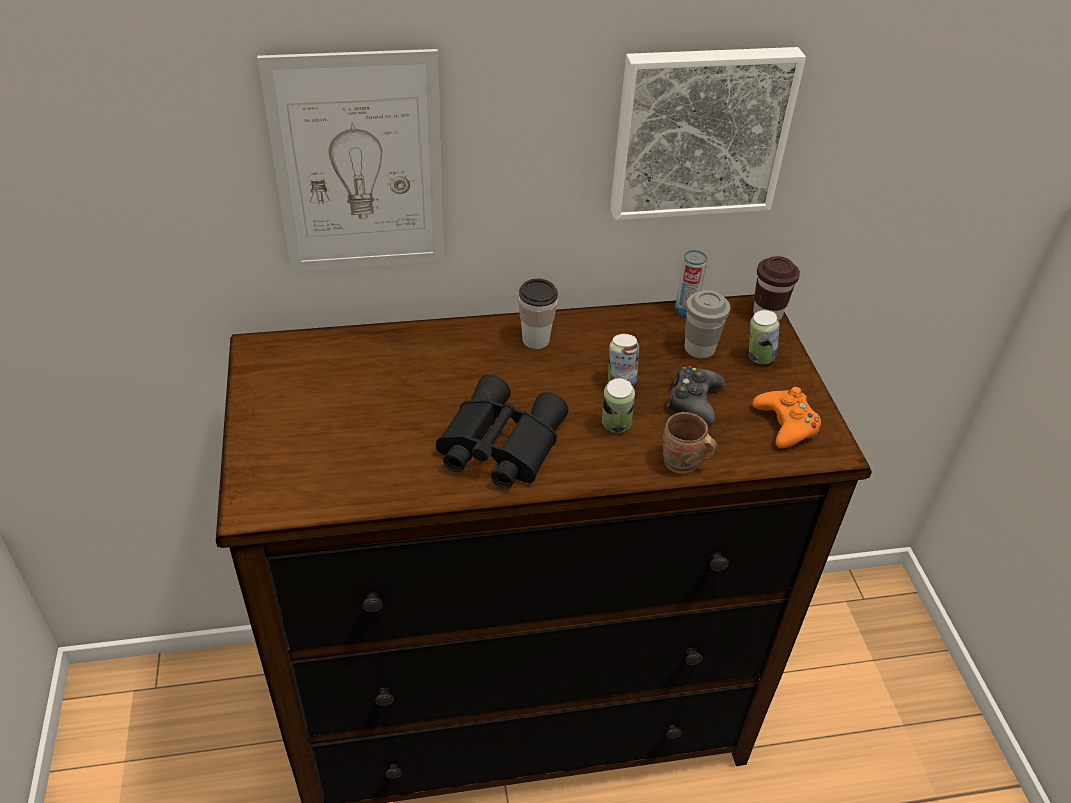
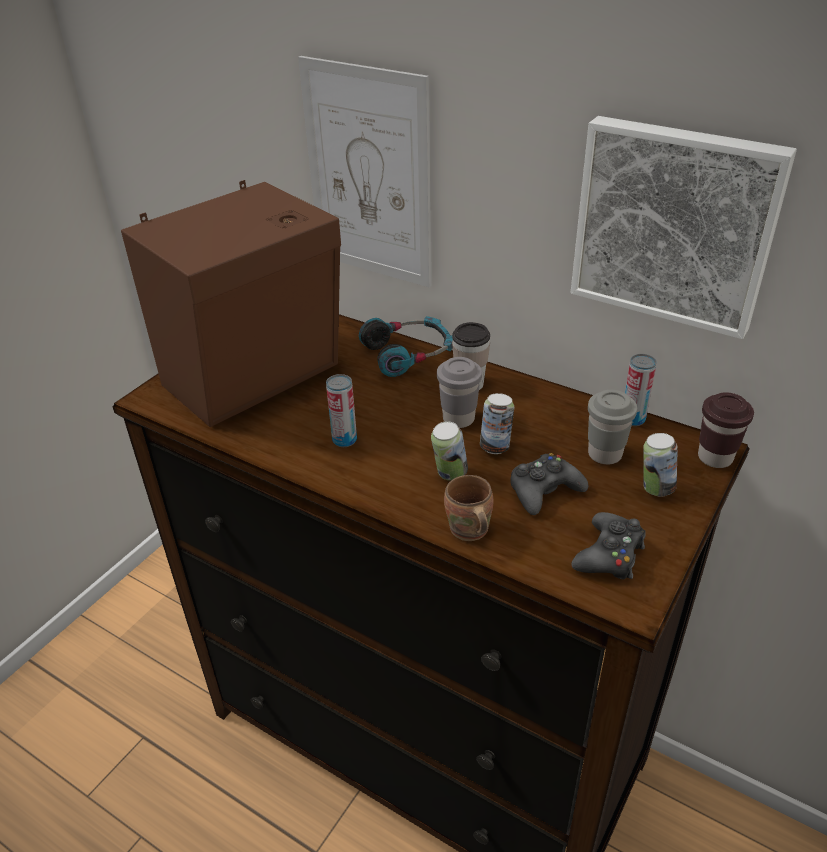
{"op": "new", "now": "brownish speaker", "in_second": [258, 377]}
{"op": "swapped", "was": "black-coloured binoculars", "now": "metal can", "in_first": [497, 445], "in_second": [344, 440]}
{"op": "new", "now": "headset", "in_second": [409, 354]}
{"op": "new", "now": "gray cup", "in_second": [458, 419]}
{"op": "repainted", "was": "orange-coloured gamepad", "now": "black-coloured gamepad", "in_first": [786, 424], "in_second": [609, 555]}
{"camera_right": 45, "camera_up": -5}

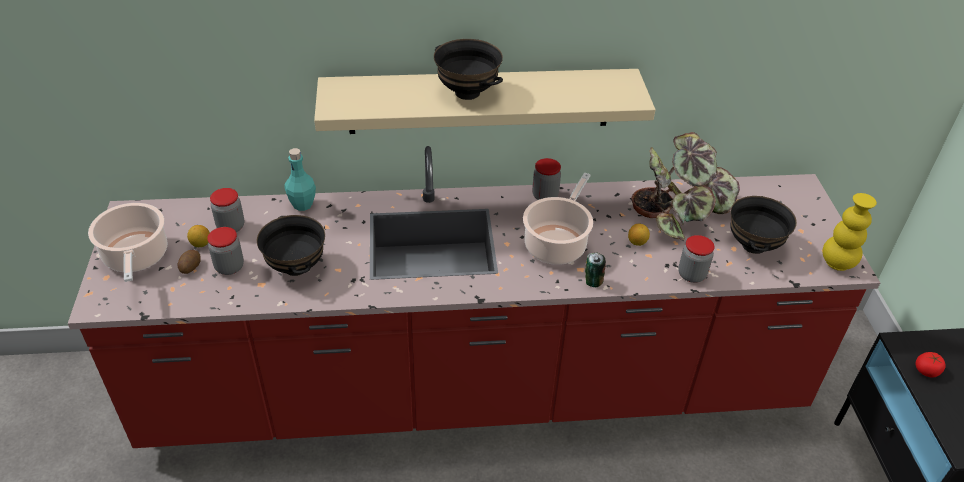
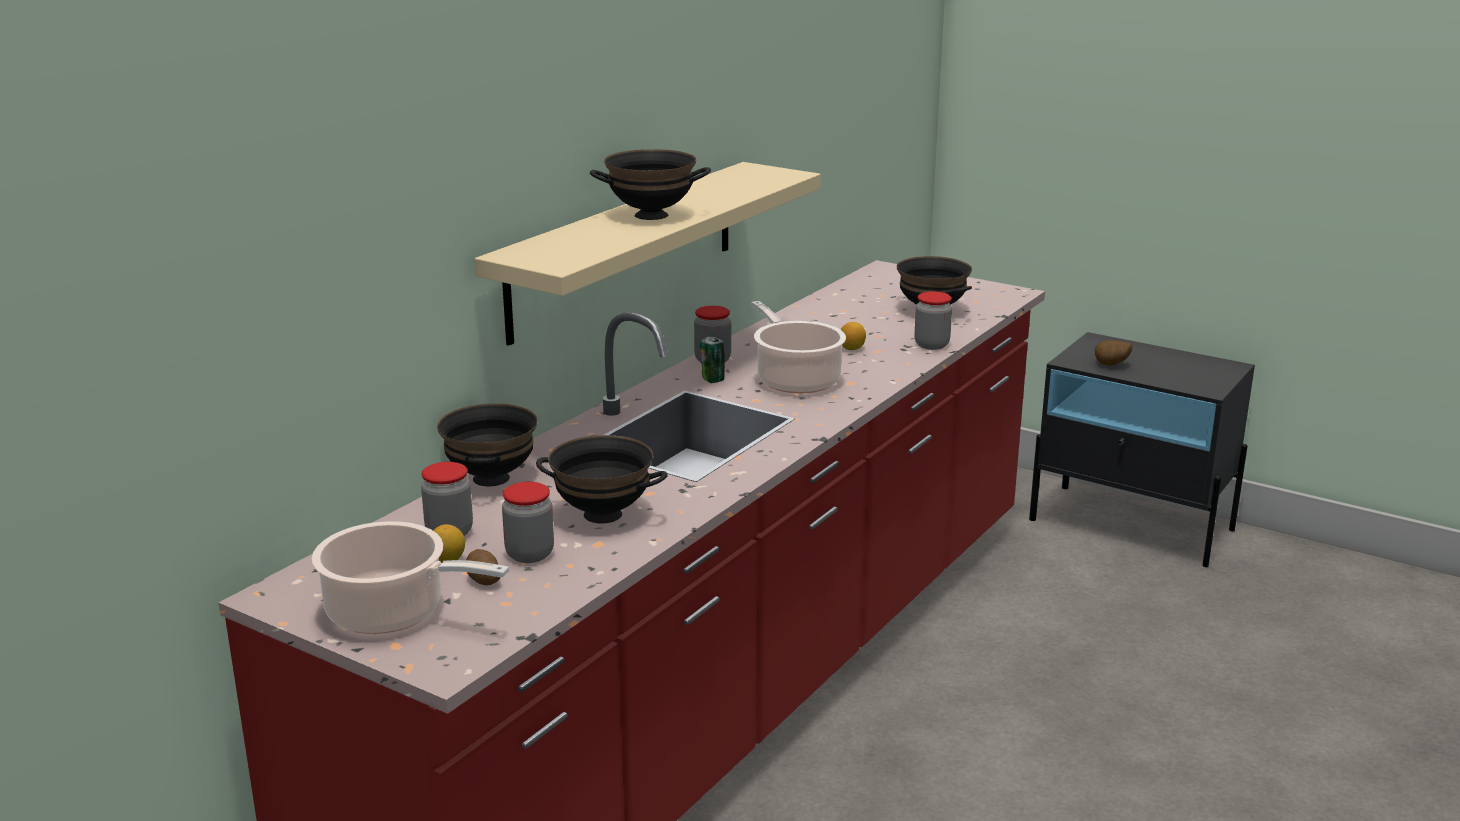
{"op": "swapped", "was": "turquoise-coloured bottle", "now": "black-coloured deep dish", "in_first": [302, 204], "in_second": [490, 478]}
{"op": "shifted", "was": "metal can", "in_first": [592, 281], "in_second": [712, 379]}
{"op": "swapped", "was": "fresh tomato", "now": "whole potato", "in_first": [926, 370], "in_second": [1111, 365]}
{"op": "gone", "was": "potted plant", "in_first": [679, 212]}
{"op": "gone", "was": "yellow decorative vase", "in_first": [837, 263]}
{"camera_right": -50, "camera_up": -20}

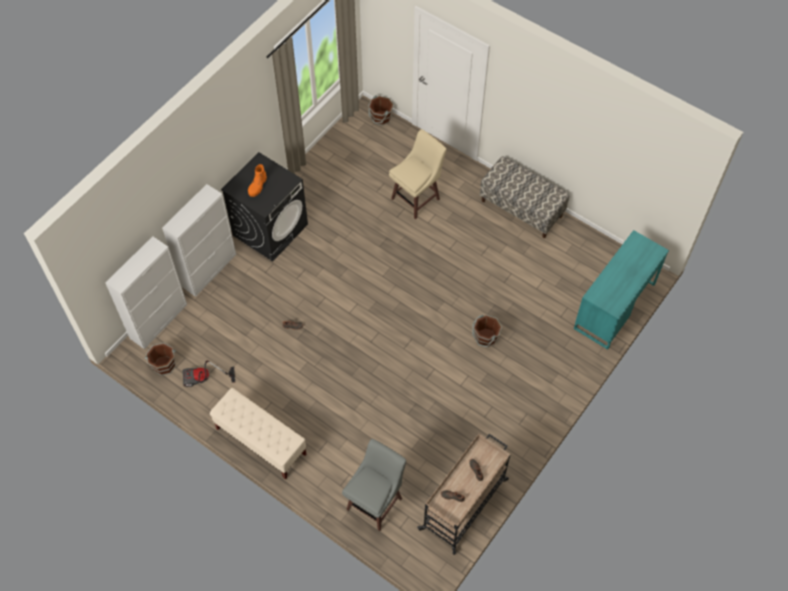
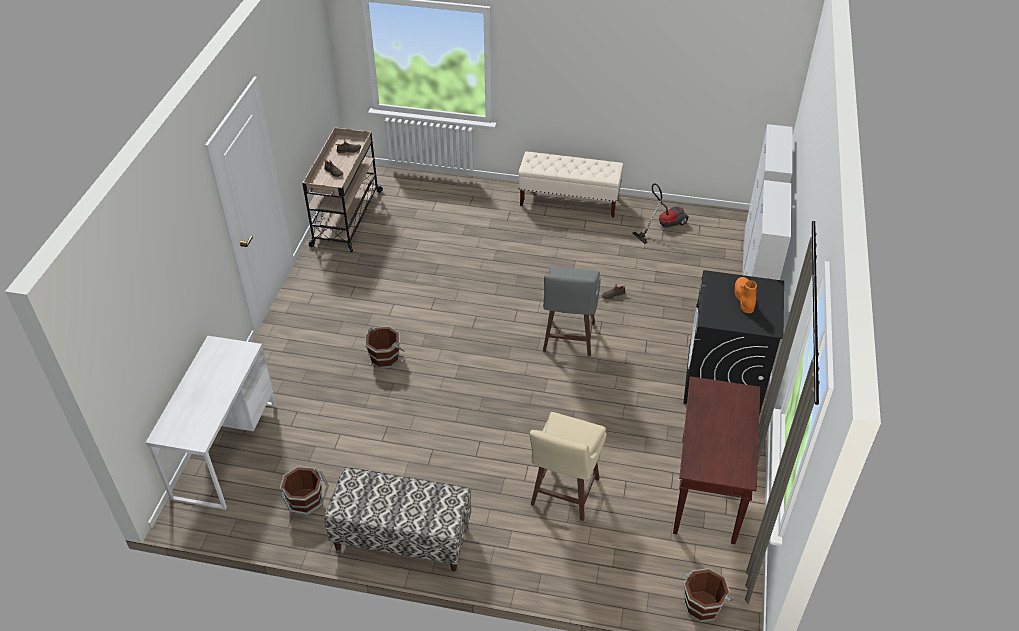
{"op": "repainted", "was": "turquoise-coloured desk", "now": "white desk", "in_first": [614, 306], "in_second": [226, 449]}
{"op": "shifted", "was": "brownish water bucket", "in_first": [164, 365], "in_second": [306, 502]}
{"op": "shifted", "was": "gray stool seat", "in_first": [375, 502], "in_second": [568, 338]}
{"op": "new", "now": "brownish console table", "in_second": [708, 491]}
{"camera_right": 155, "camera_up": -15}

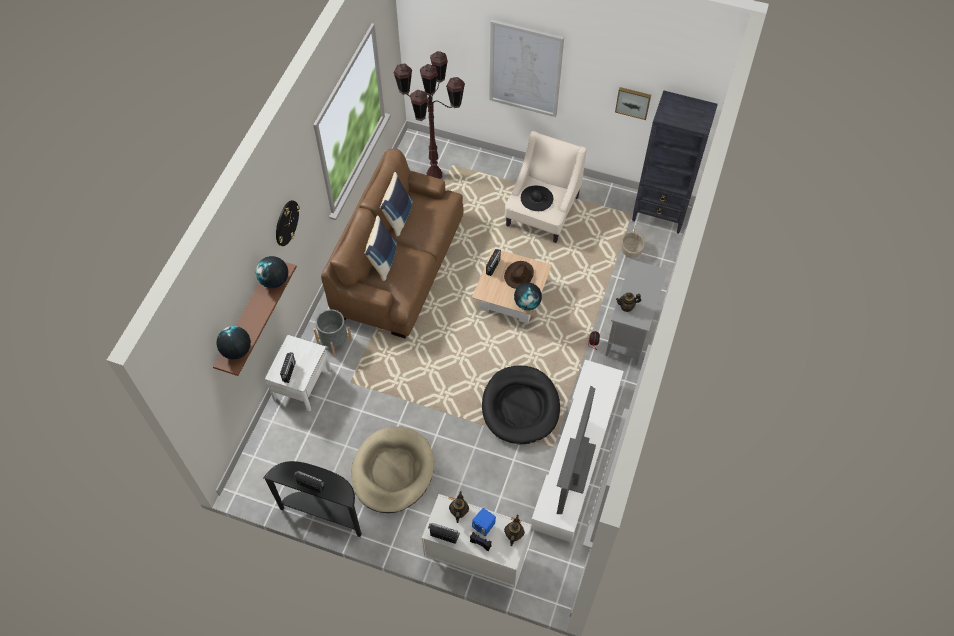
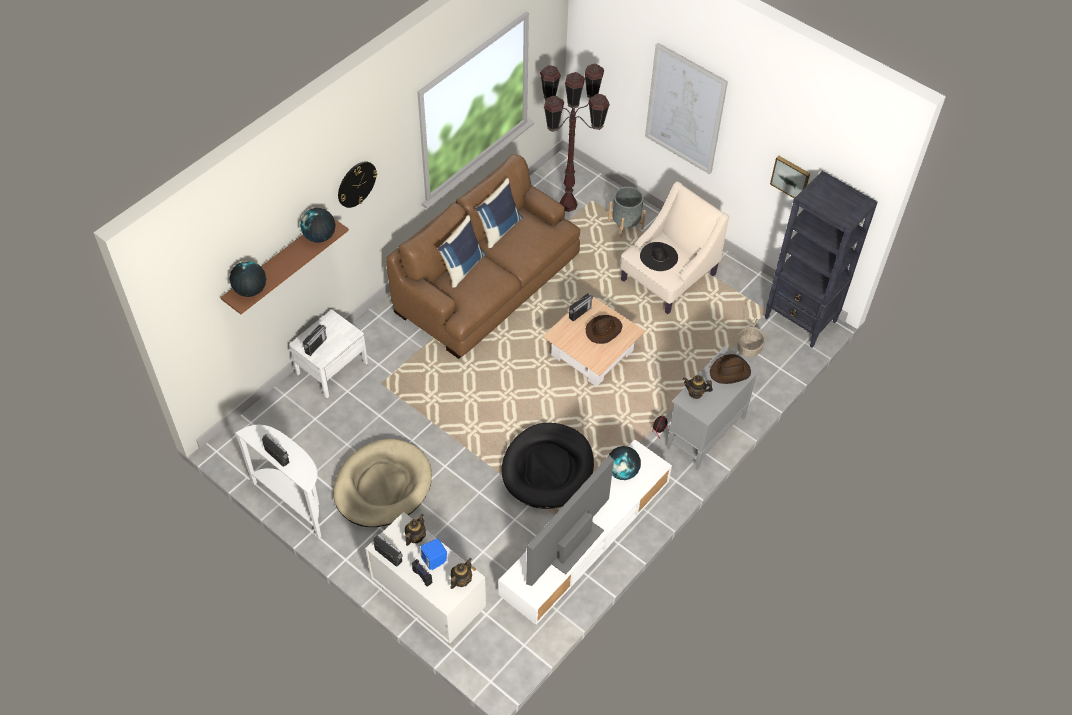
{"op": "repainted", "was": "black-coloured console table", "now": "white console table", "in_first": [324, 512], "in_second": [294, 502]}
{"op": "shifted", "was": "gray plant pot", "in_first": [334, 341], "in_second": [625, 224]}
{"op": "shifted", "was": "world globe", "in_first": [527, 303], "in_second": [622, 471]}
{"op": "new", "now": "brownish wearable hat", "in_second": [730, 371]}
{"camera_right": 20, "camera_up": -5}

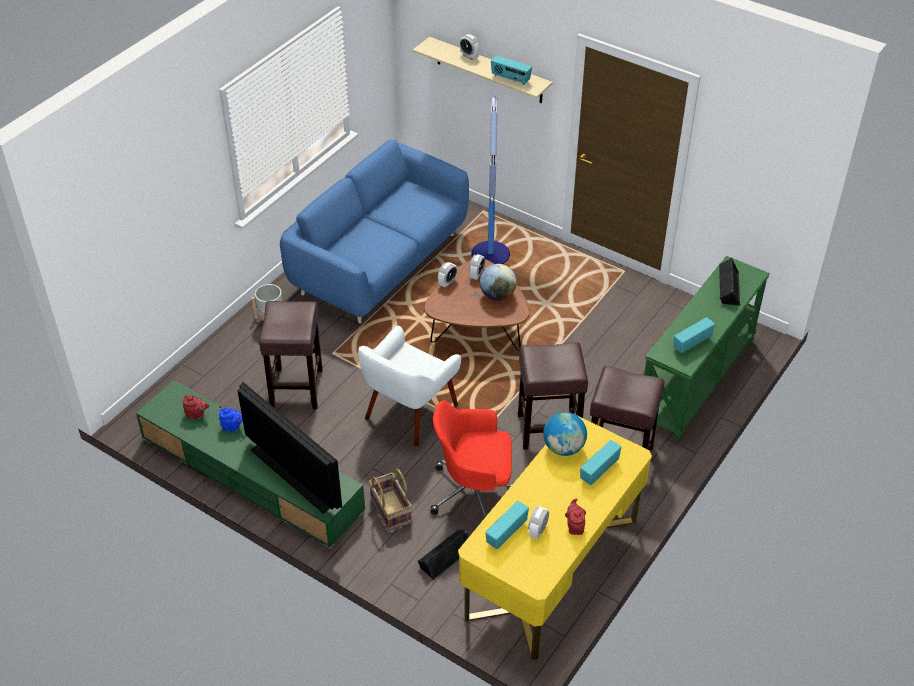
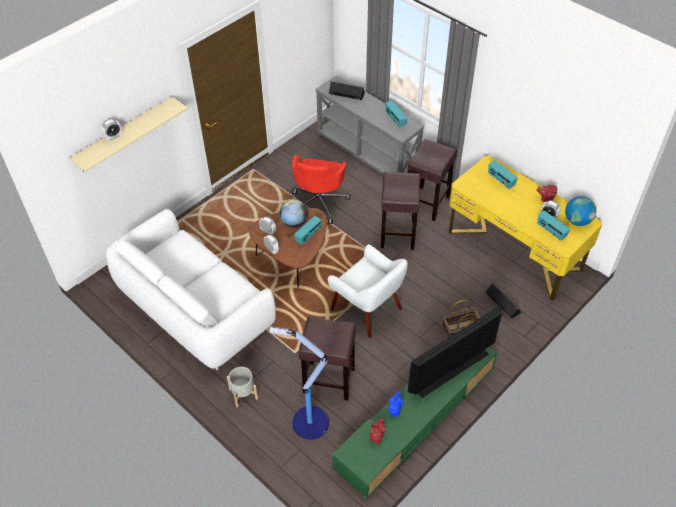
{"op": "repainted", "was": "bluish couch", "now": "white couch", "in_first": [379, 263], "in_second": [195, 311]}
{"op": "shifted", "was": "standing lamp", "in_first": [490, 253], "in_second": [308, 422]}
{"op": "shifted", "was": "red-coloured computer chair", "in_first": [474, 492], "in_second": [319, 202]}
{"op": "shifted", "was": "radio receiver", "in_first": [510, 78], "in_second": [308, 236]}
{"op": "repainted", "was": "greenish console table", "now": "gray console table", "in_first": [697, 381], "in_second": [368, 155]}
{"op": "shifted", "was": "world globe", "in_first": [564, 448], "in_second": [577, 221]}
{"camera_right": -80, "camera_up": 5}

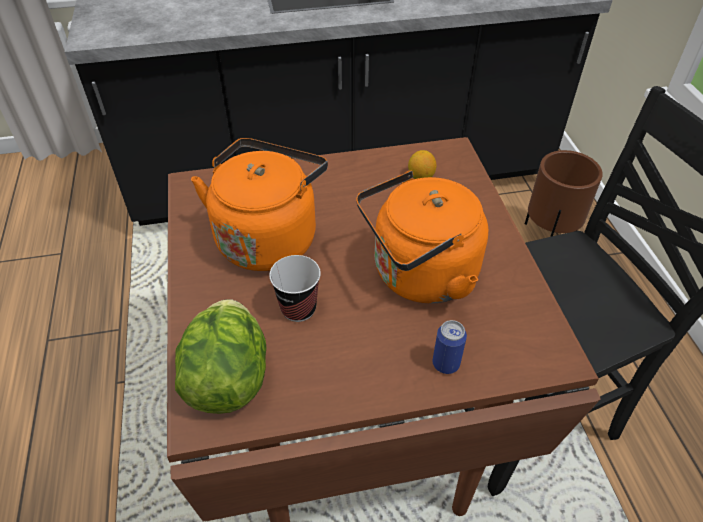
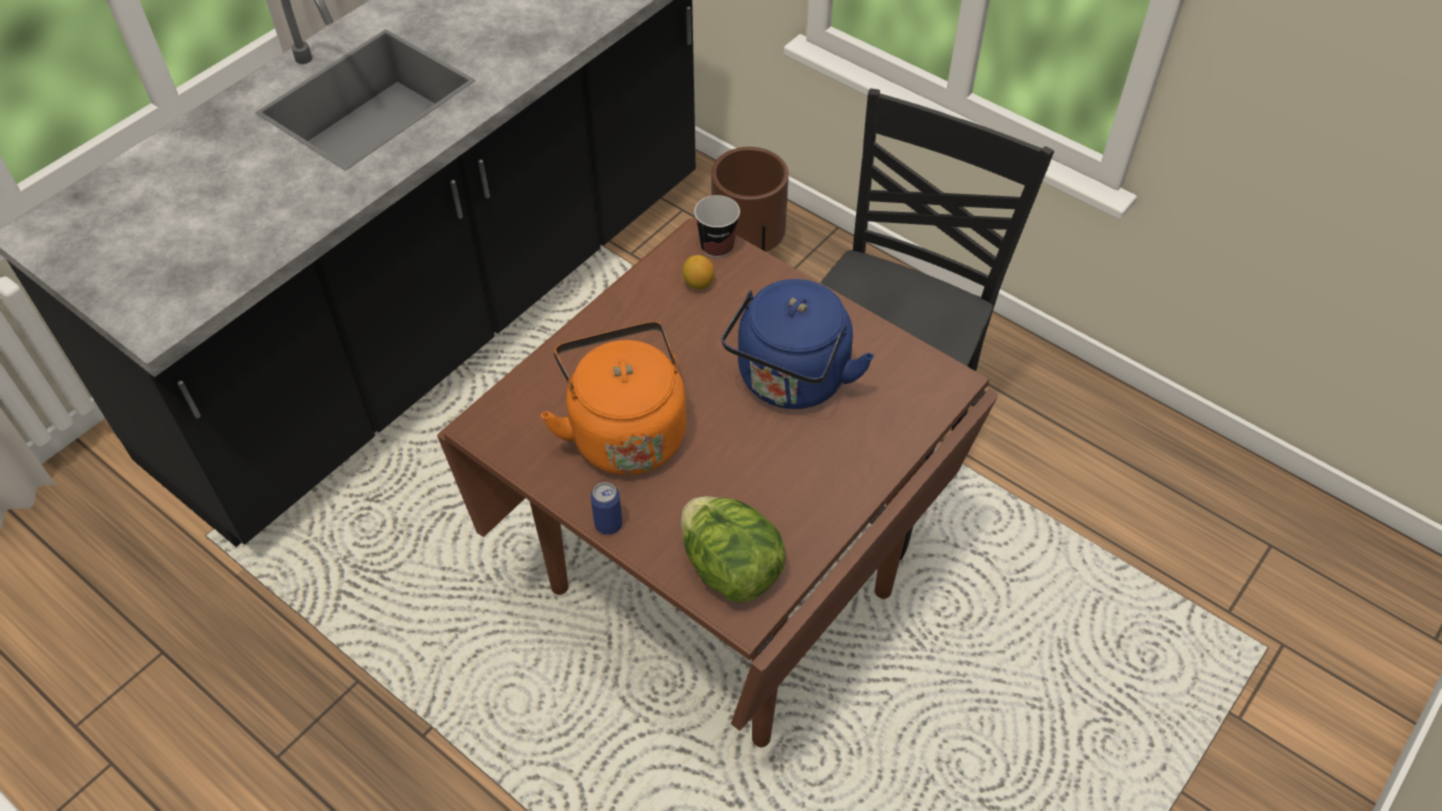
{"op": "shifted", "was": "metal can", "in_first": [445, 364], "in_second": [608, 524]}
{"op": "shifted", "was": "cup", "in_first": [298, 308], "in_second": [717, 247]}
{"op": "repainted", "was": "orange-coloured tea kettle", "now": "bluish tea kettle", "in_first": [419, 276], "in_second": [790, 382]}
{"camera_right": -40, "camera_up": 5}

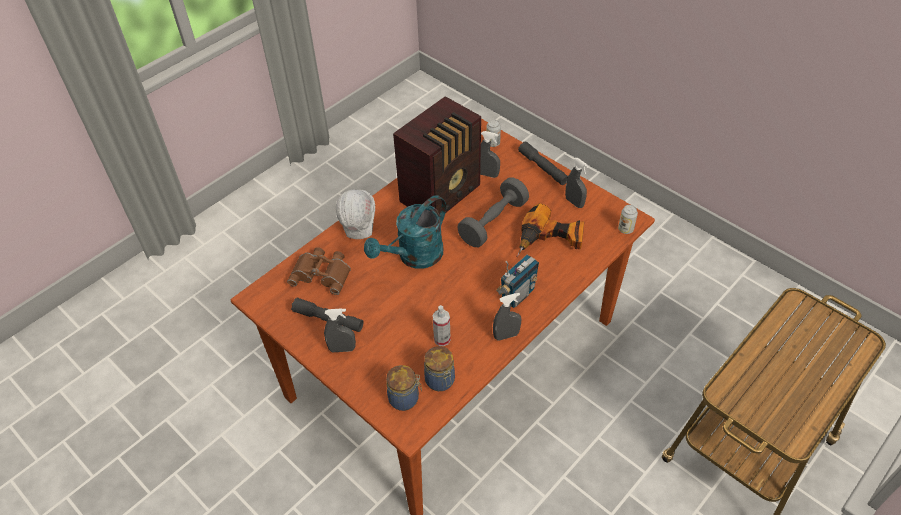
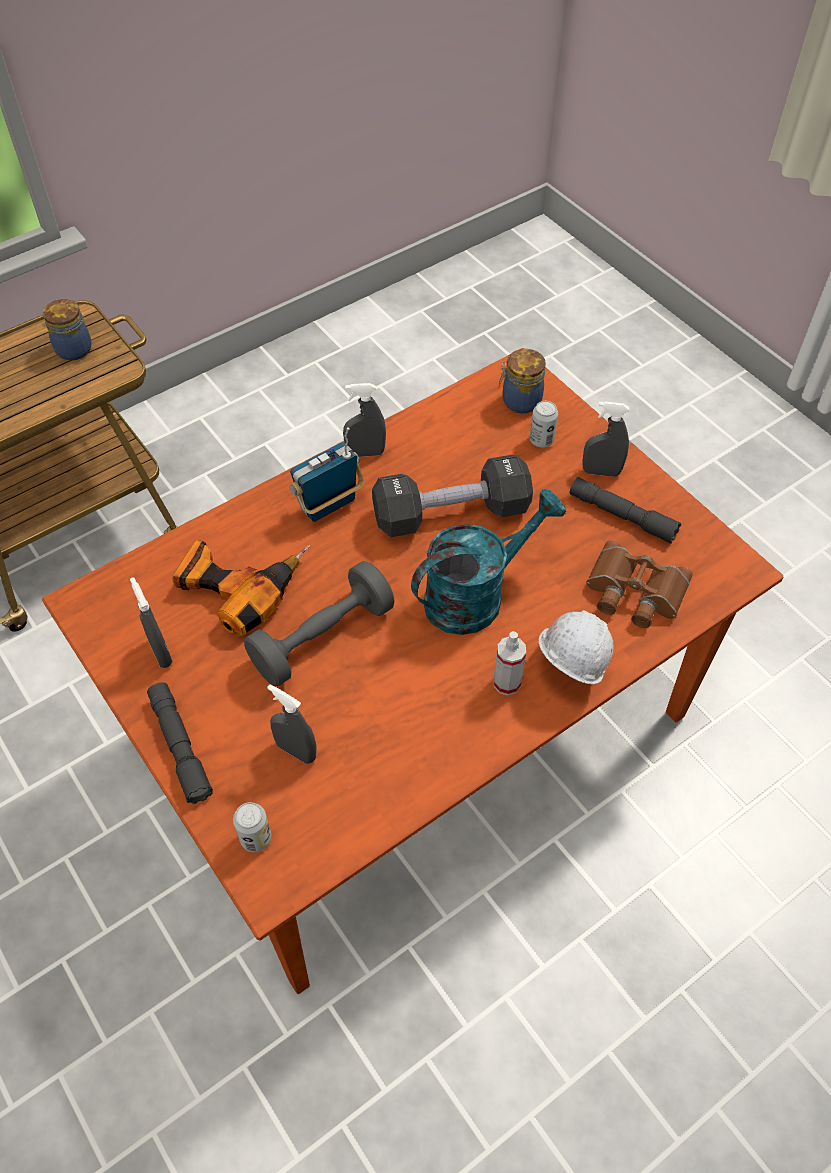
{"op": "shifted", "was": "preserve jar", "in_first": [440, 381], "in_second": [73, 348]}
{"op": "new", "now": "black-coloured free weight", "in_second": [451, 513]}
{"op": "shifted", "was": "hand sprayer", "in_first": [442, 339], "in_second": [507, 683]}
{"op": "shifted", "was": "metal can", "in_first": [625, 229], "in_second": [541, 440]}
{"op": "gone", "was": "radio receiver", "in_first": [442, 194]}
{"camera_right": -170, "camera_up": 5}

